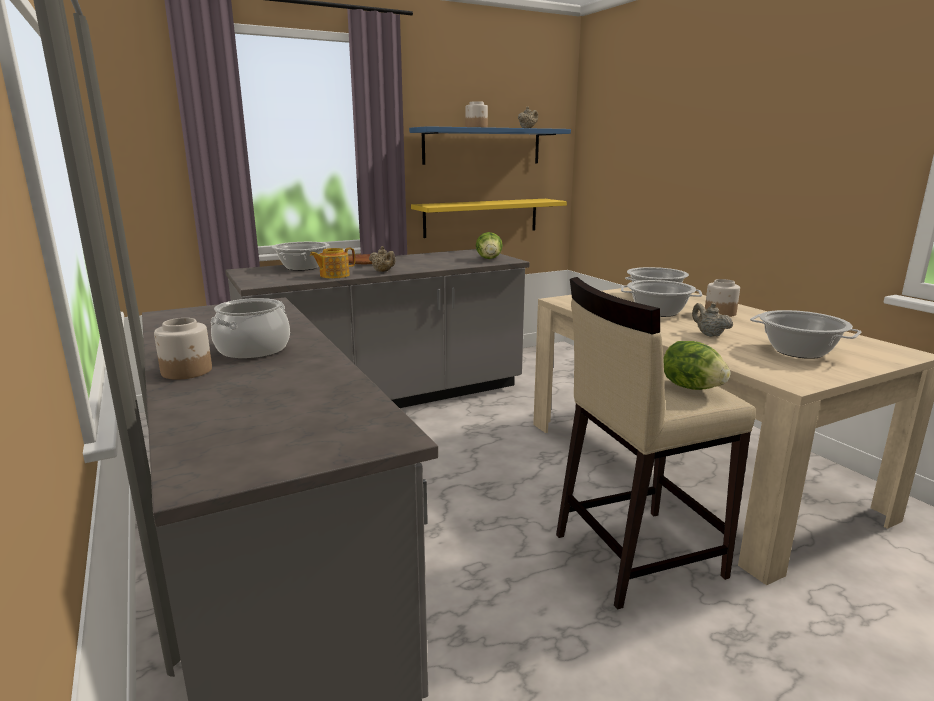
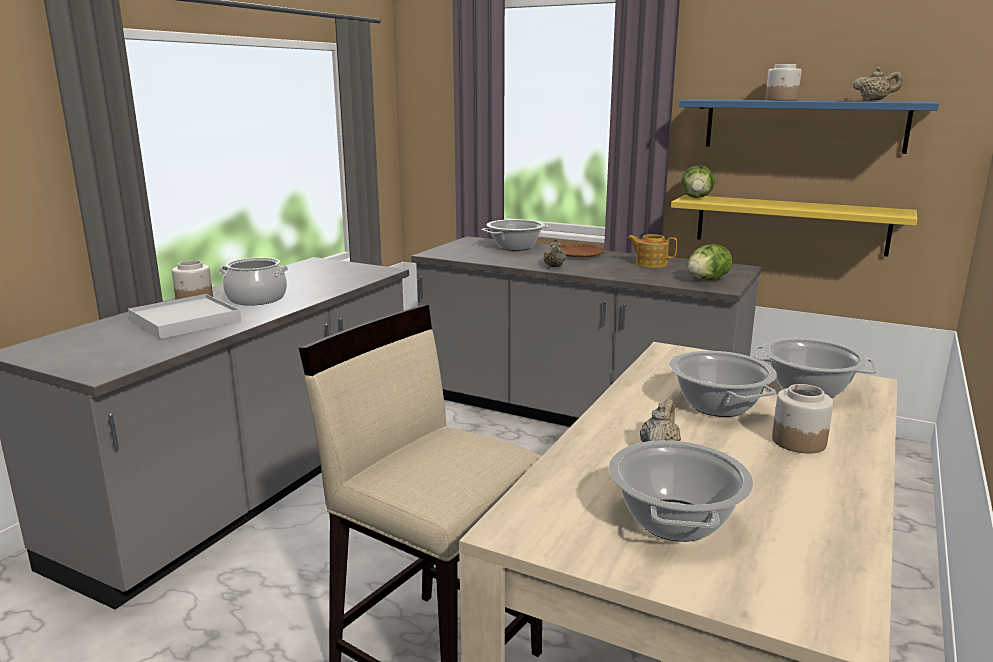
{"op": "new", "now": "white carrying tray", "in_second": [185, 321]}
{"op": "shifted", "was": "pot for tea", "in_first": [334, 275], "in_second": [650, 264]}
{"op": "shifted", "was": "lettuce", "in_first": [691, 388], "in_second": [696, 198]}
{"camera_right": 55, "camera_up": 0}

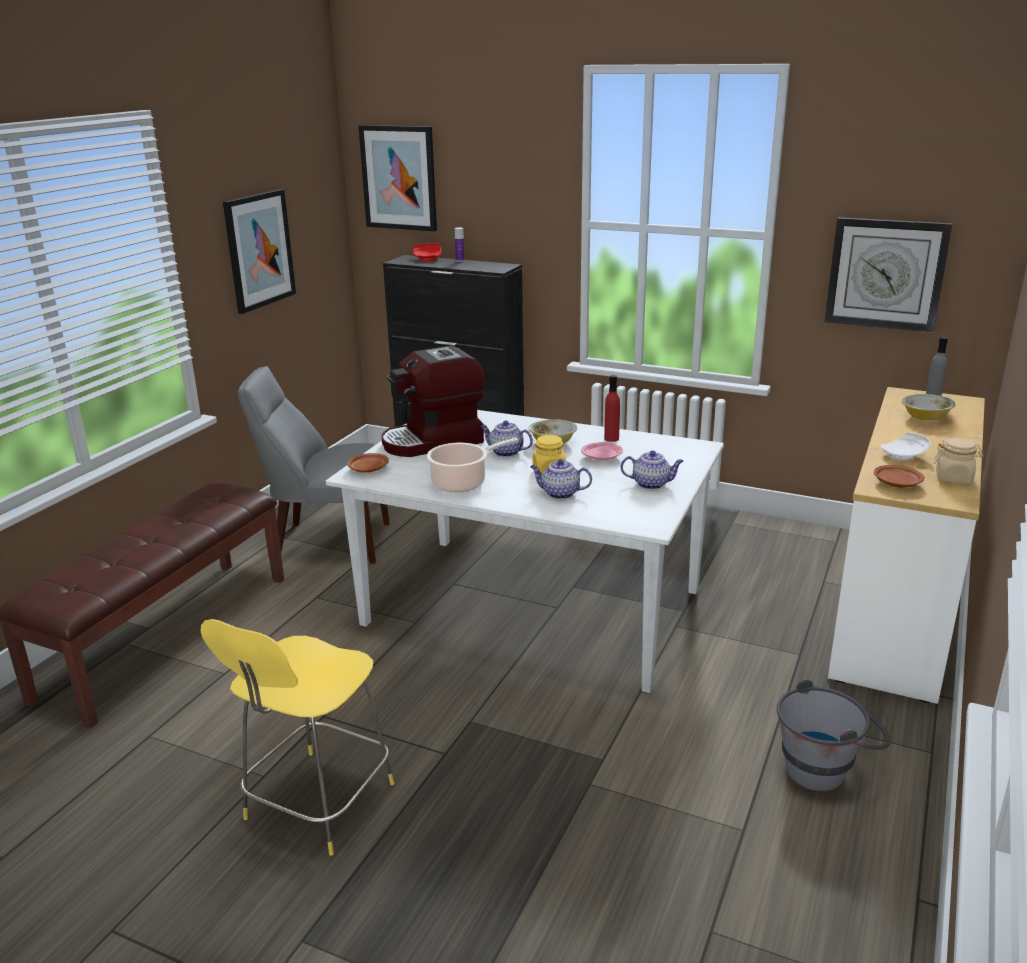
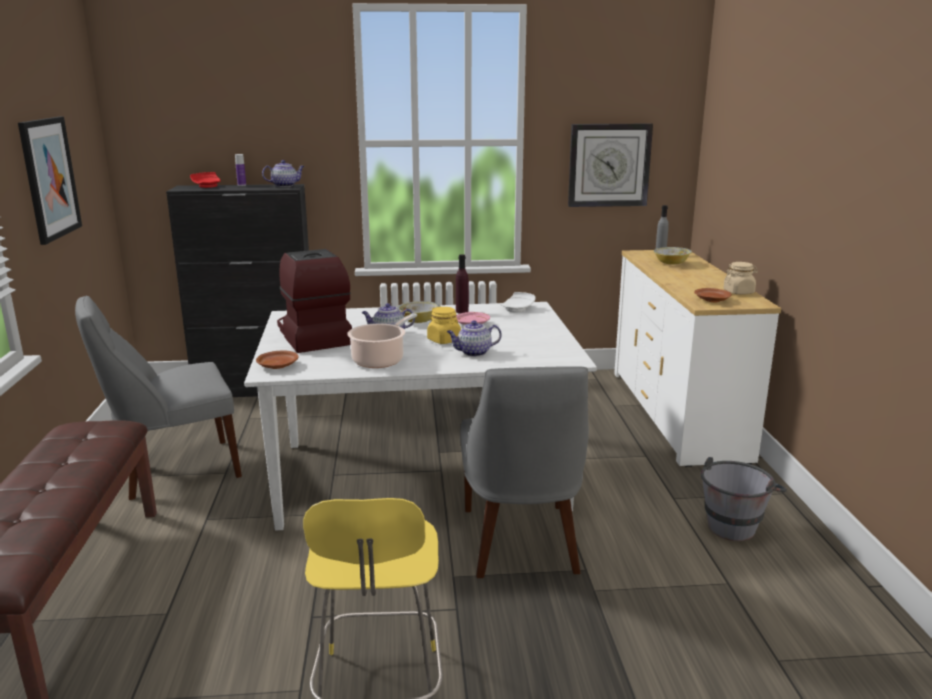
{"op": "shifted", "was": "pot for tea", "in_first": [651, 484], "in_second": [285, 185]}
{"op": "rotated", "was": "coffee brewer", "in_first": [433, 441], "in_second": [312, 336], "clockwise": 120}
{"op": "repainted", "was": "red-coloured bottle", "now": "purple bottle", "in_first": [611, 439], "in_second": [462, 311]}
{"op": "new", "now": "gray plain chair", "in_second": [520, 544]}
{"op": "shifted", "was": "white plate", "in_first": [904, 455], "in_second": [518, 309]}
{"op": "gone", "was": "picture", "in_first": [399, 178]}
{"camera_right": -30, "camera_up": -5}

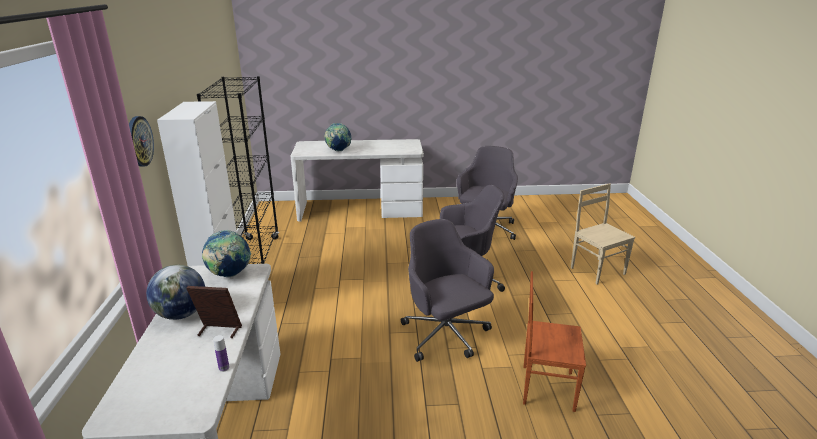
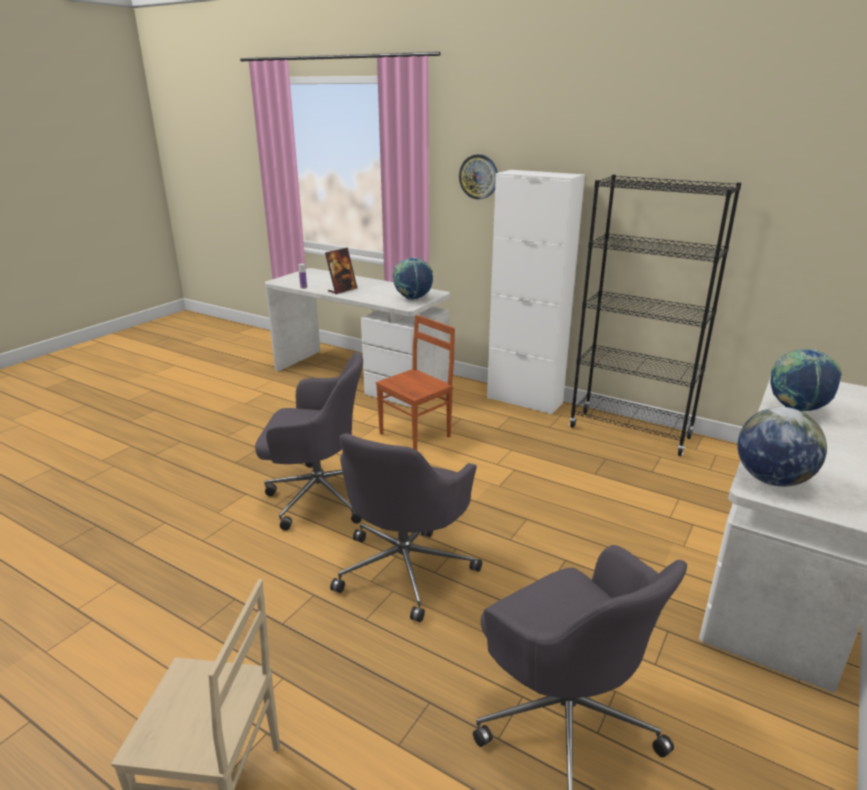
{"op": "shifted", "was": "brownish plain chair", "in_first": [546, 387], "in_second": [416, 435]}
{"op": "shifted", "was": "world globe", "in_first": [181, 314], "in_second": [771, 480]}
{"camera_right": 125, "camera_up": 0}

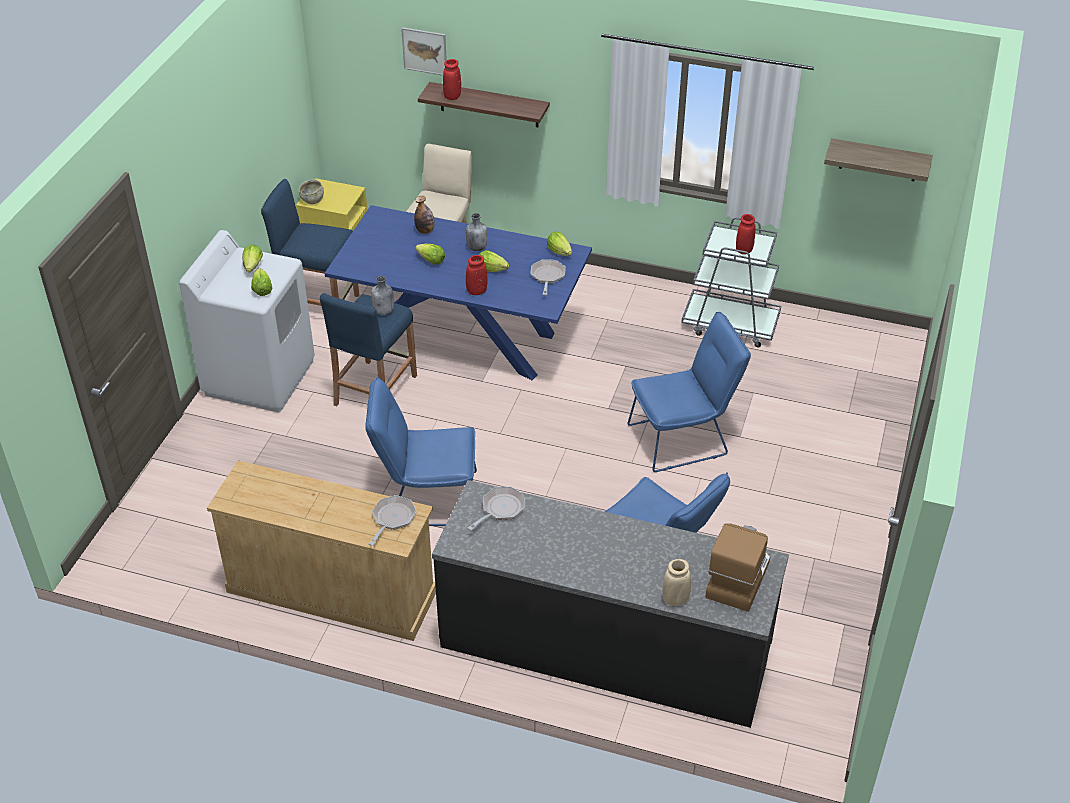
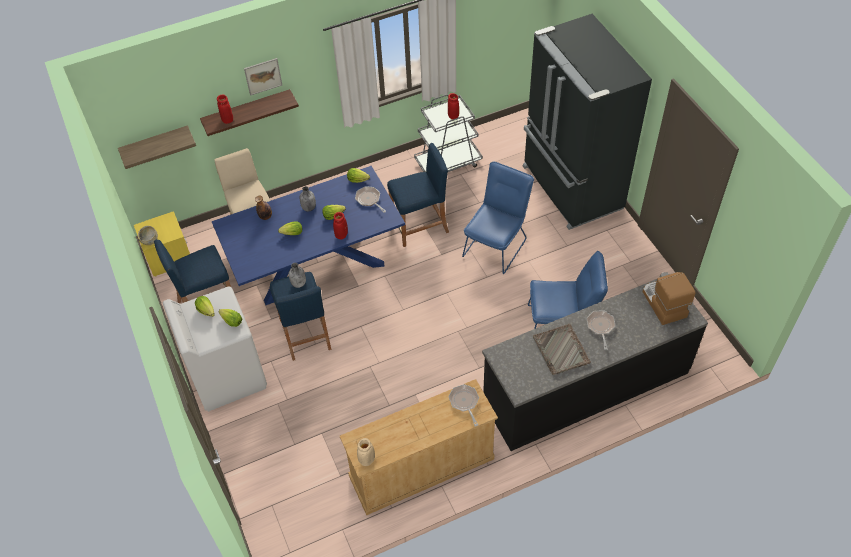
{"op": "shifted", "was": "bracket shelf", "in_first": [879, 160], "in_second": [155, 144]}
{"op": "shifted", "was": "picture", "in_first": [424, 51], "in_second": [263, 76]}
{"op": "shifted", "was": "sand-coloured decorative vase", "in_first": [675, 599], "in_second": [367, 460]}
{"op": "new", "now": "bluish stool seat", "in_second": [420, 226]}
{"op": "new", "now": "black-coloured fridge", "in_second": [570, 188]}
{"op": "new", "now": "gray carrying tray", "in_second": [561, 350]}
{"op": "shifted", "was": "frying pan", "in_first": [500, 509], "in_second": [600, 327]}
{"op": "gone", "was": "bluish plain chair", "in_first": [426, 498]}
{"camera_right": -40, "camera_up": 10}

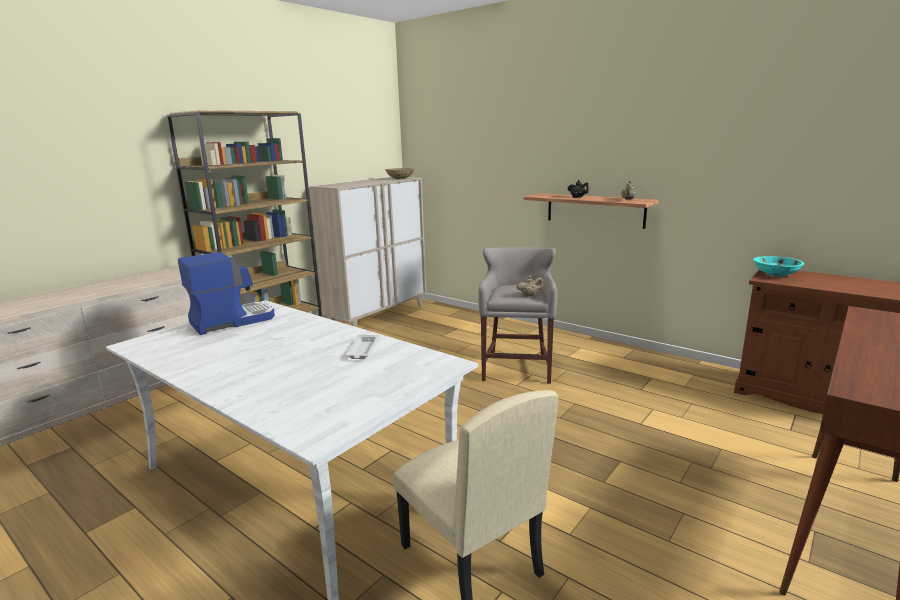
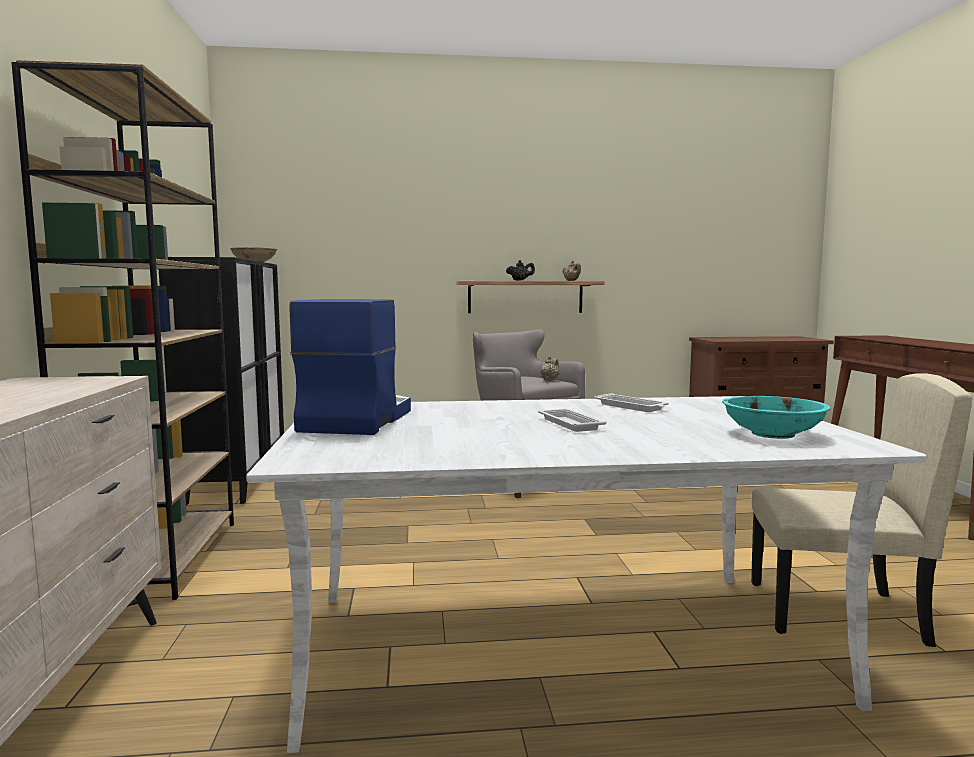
{"op": "repainted", "was": "sand-coloured cabinet", "now": "black-coloured cabinet", "in_first": [378, 316], "in_second": [237, 478]}
{"op": "new", "now": "white carrying tray", "in_second": [569, 424]}
{"op": "shifted", "was": "turquoise-coloured deep dish", "in_first": [776, 274], "in_second": [772, 434]}
{"camera_right": -45, "camera_up": -10}

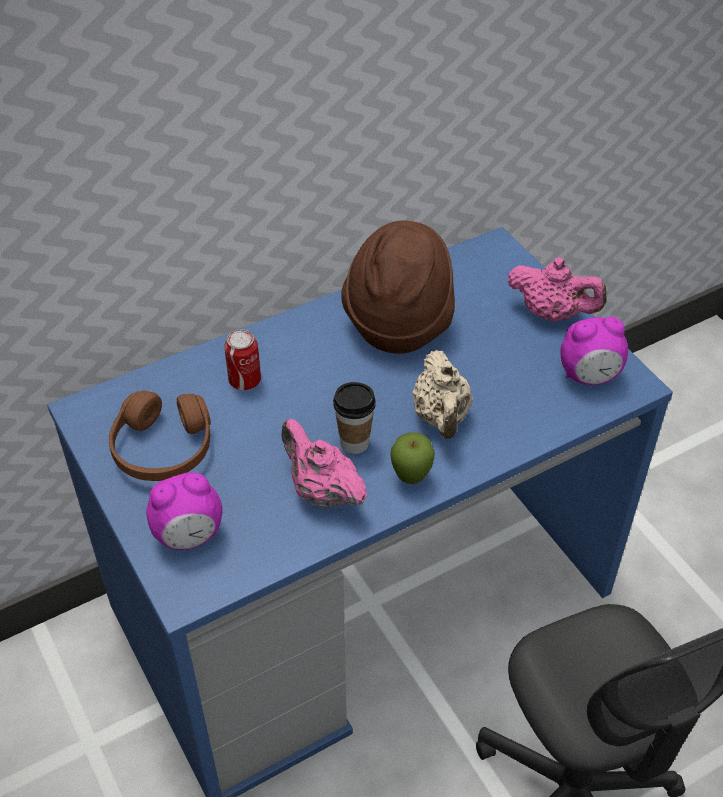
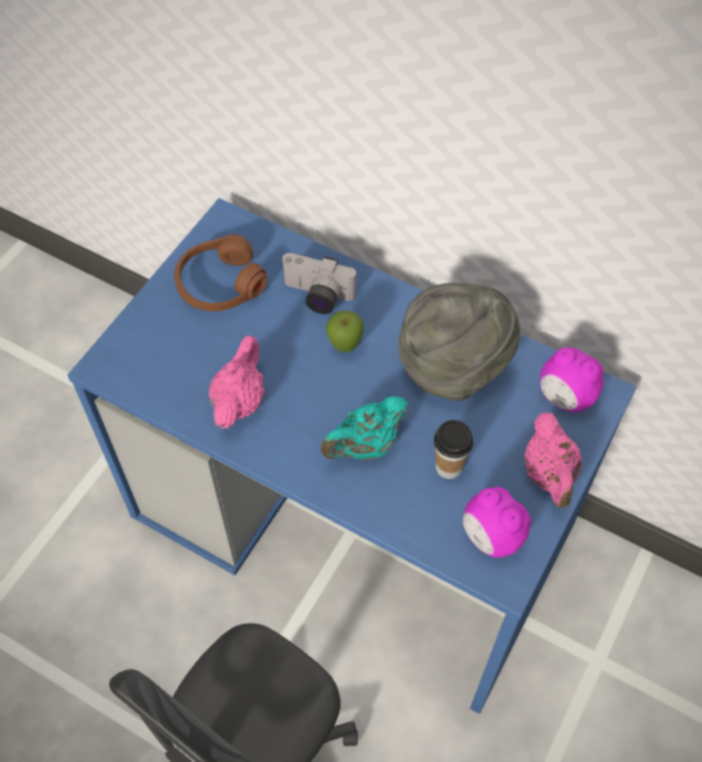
{"op": "swapped", "was": "metal can", "now": "still camera", "in_first": [245, 380], "in_second": [316, 297]}
{"op": "repainted", "was": "sand-coloured pot for tea", "now": "turquoise-coloured pot for tea", "in_first": [441, 418], "in_second": [365, 446]}
{"op": "shifted", "was": "apple", "in_first": [411, 478], "in_second": [345, 347]}
{"op": "repainted", "was": "brownish wearable hat", "now": "gray wearable hat", "in_first": [399, 321], "in_second": [453, 365]}
{"op": "shifted", "was": "cup", "in_first": [354, 443], "in_second": [448, 467]}
{"op": "shifted", "was": "bedside clock", "in_first": [189, 535], "in_second": [565, 398]}
{"camera_right": 60, "camera_up": 10}

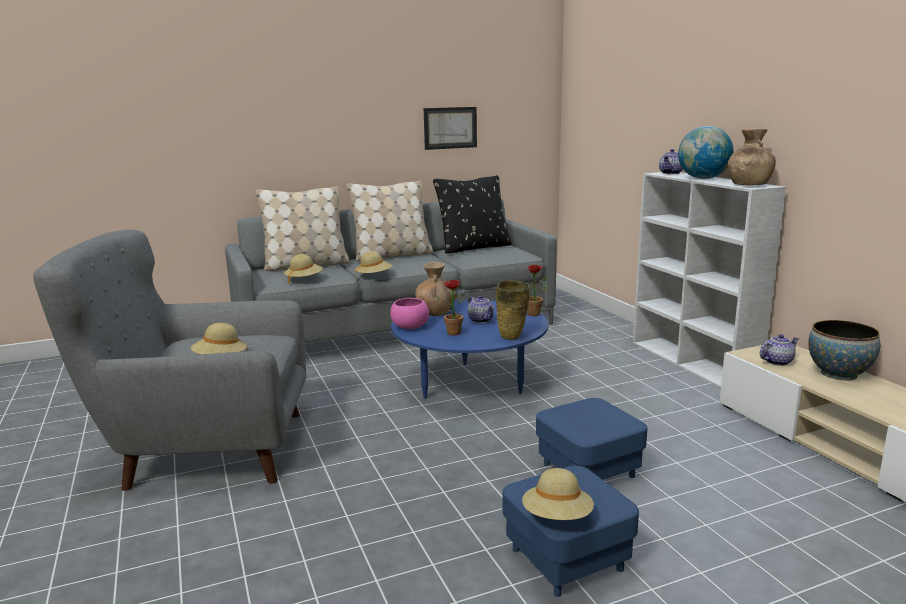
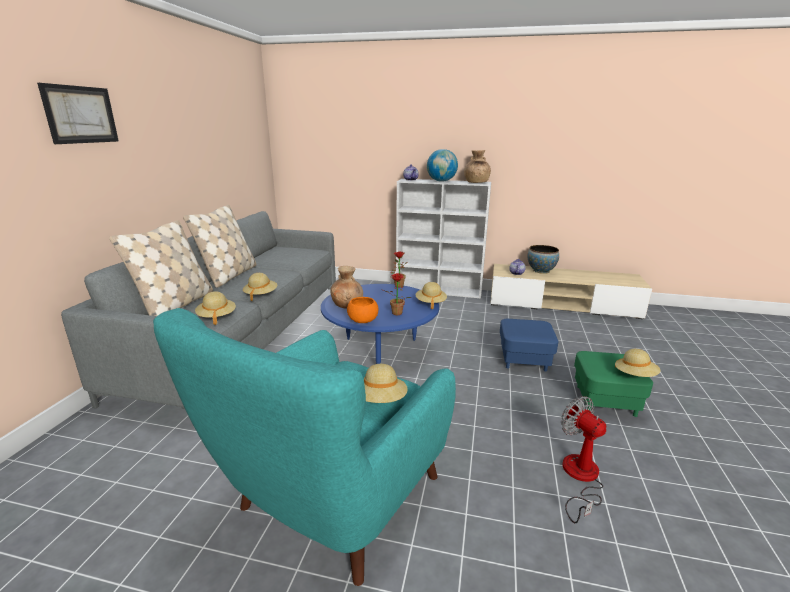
{"op": "shifted", "was": "picture", "in_first": [450, 128], "in_second": [80, 114]}
{"op": "repainted", "was": "gray lounge chair", "now": "turquoise-coloured lounge chair", "in_first": [205, 447], "in_second": [331, 500]}
{"op": "repainted", "was": "pink-coloured deep dish", "now": "orange-coloured deep dish", "in_first": [410, 327], "in_second": [362, 320]}
{"op": "swapped", "was": "sand-coloured decorative vase", "now": "sand-coloured wearable hat", "in_first": [512, 338], "in_second": [430, 303]}
{"op": "new", "now": "cooling fan", "in_second": [580, 478]}
{"op": "repainted", "was": "bluish footrest", "now": "greenish footrest", "in_first": [566, 559], "in_second": [605, 400]}
{"op": "gone", "was": "black-coloured cushion", "in_first": [474, 248]}
{"op": "gone", "was": "pot for tea", "in_first": [481, 320]}
{"camera_right": -55, "camera_up": 5}

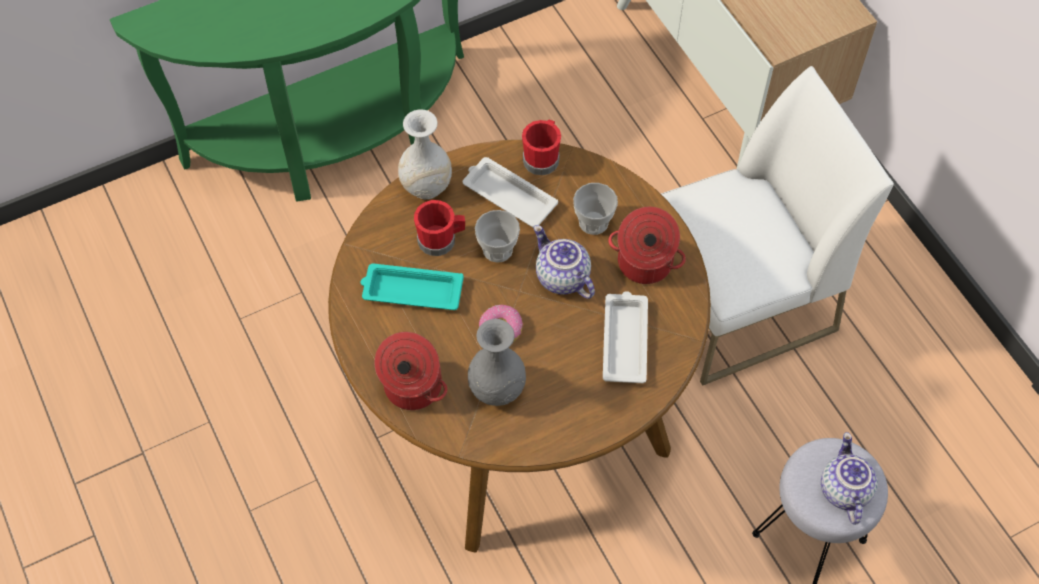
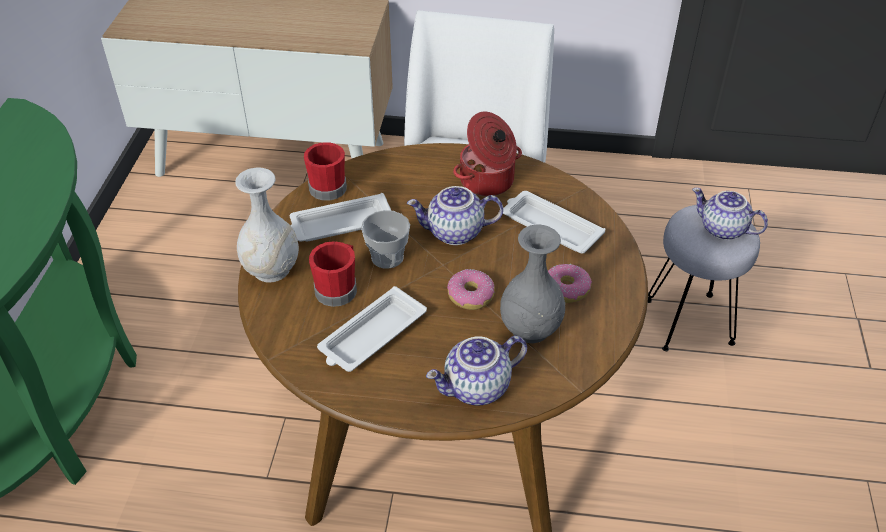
{"op": "repainted", "was": "turquoise-coloured carrying tray", "now": "white carrying tray", "in_first": [411, 291], "in_second": [371, 336]}
{"op": "swapped", "was": "saucepot", "now": "pot for tea", "in_first": [411, 387], "in_second": [477, 388]}
{"op": "new", "now": "donut", "in_second": [566, 289]}
{"op": "gone", "was": "cup", "in_first": [593, 222]}
{"camera_right": -55, "camera_up": -15}

